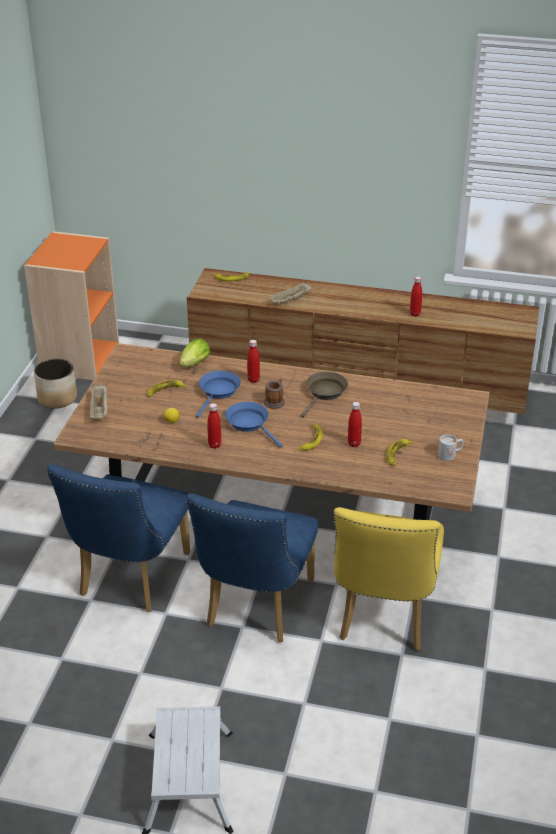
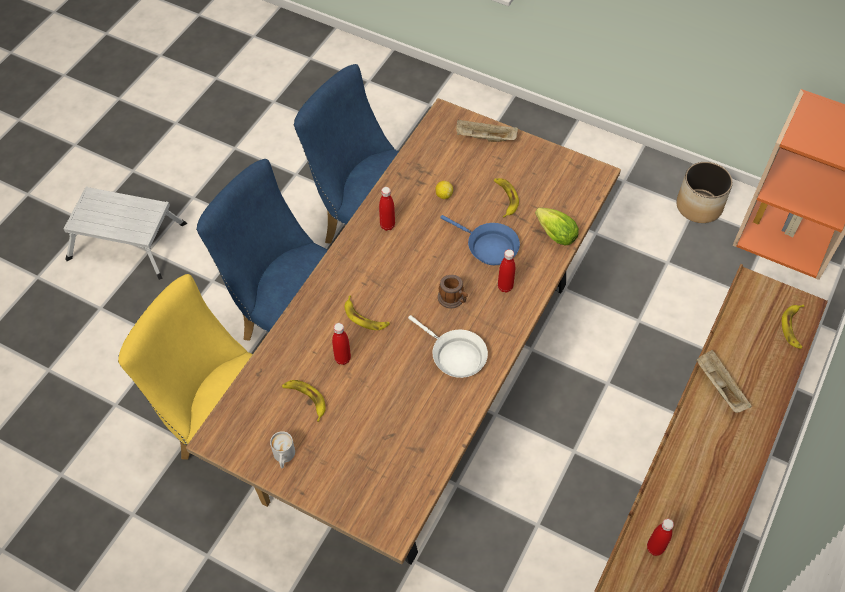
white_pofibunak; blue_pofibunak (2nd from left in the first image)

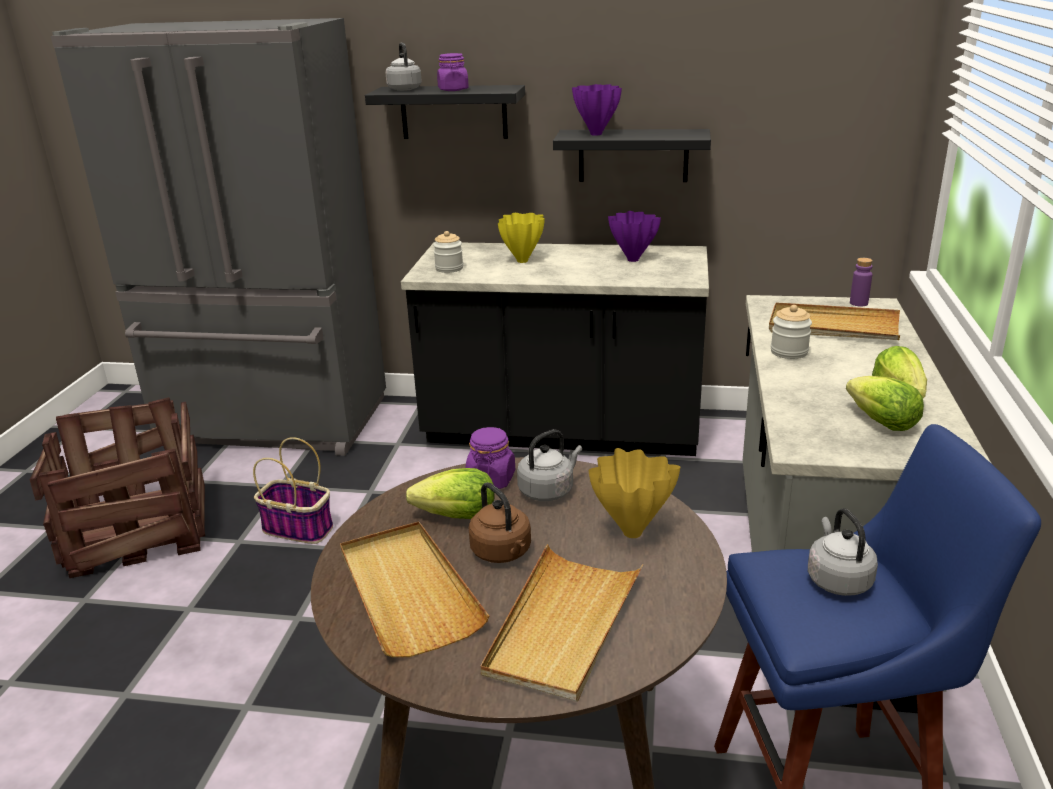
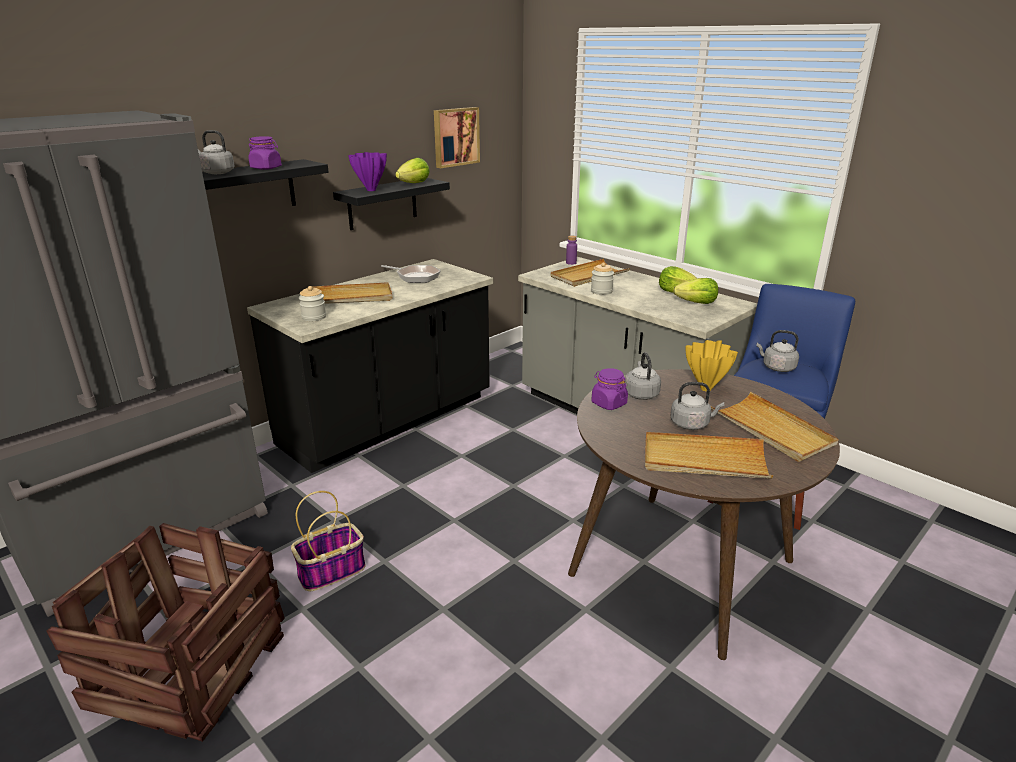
pofibunak; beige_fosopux (1st from left); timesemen (1st from left); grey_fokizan (3rd from left); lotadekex

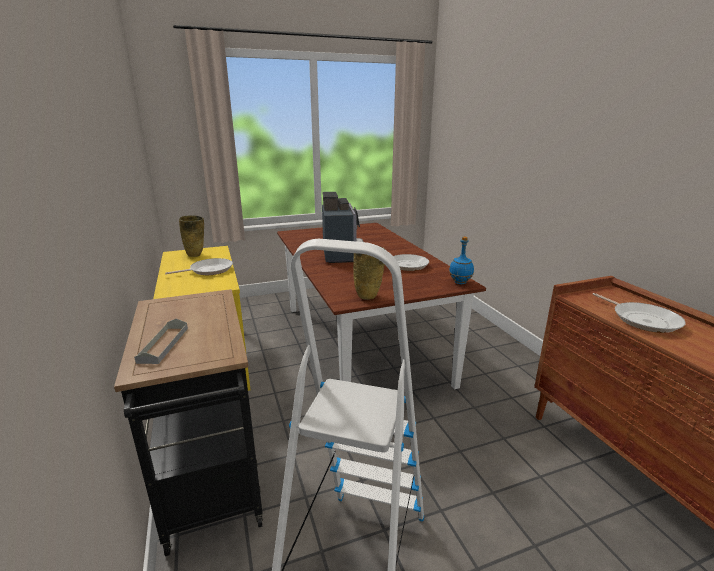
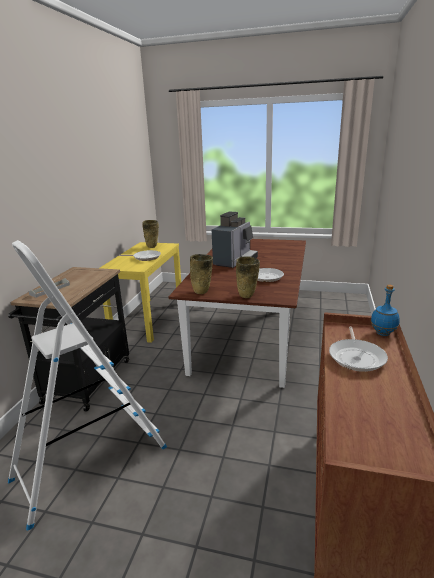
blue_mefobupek; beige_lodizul (3rd from left)

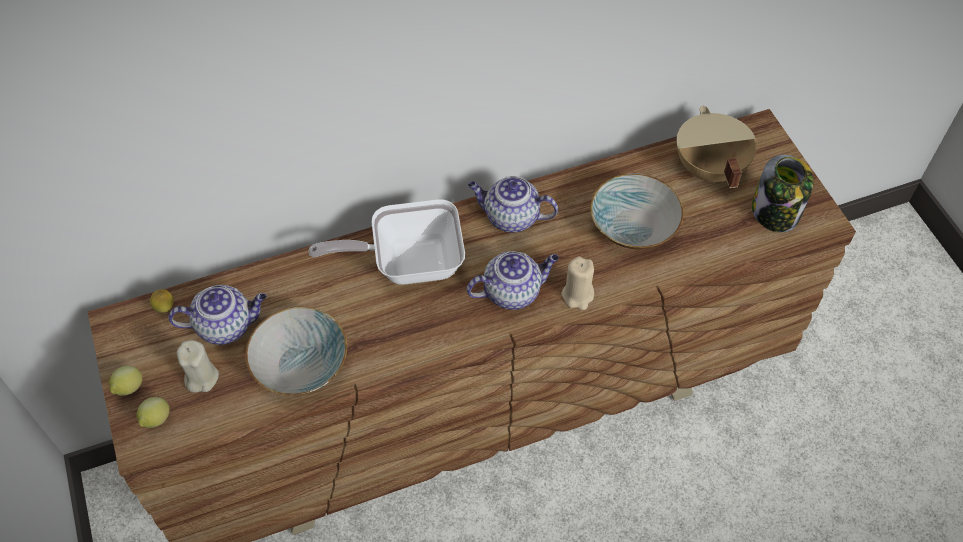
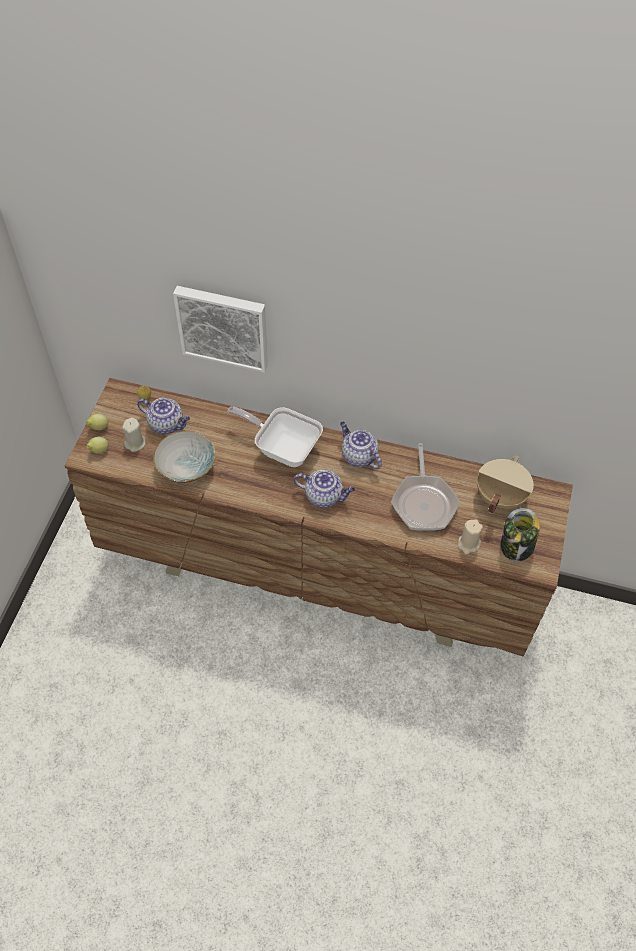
pofibunak (2nd from left); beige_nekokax (2nd from left); lotadekex

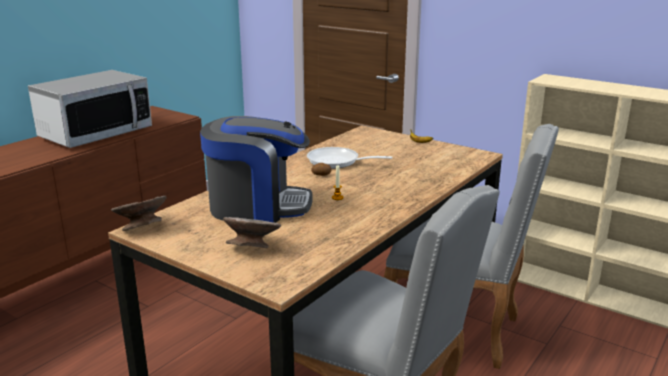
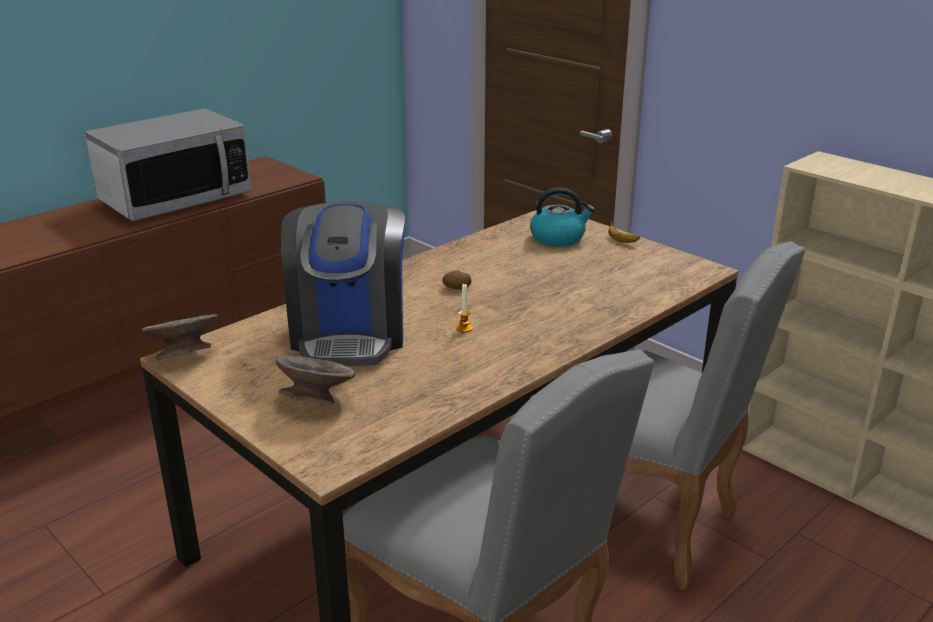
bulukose; pofibunak; fokizan

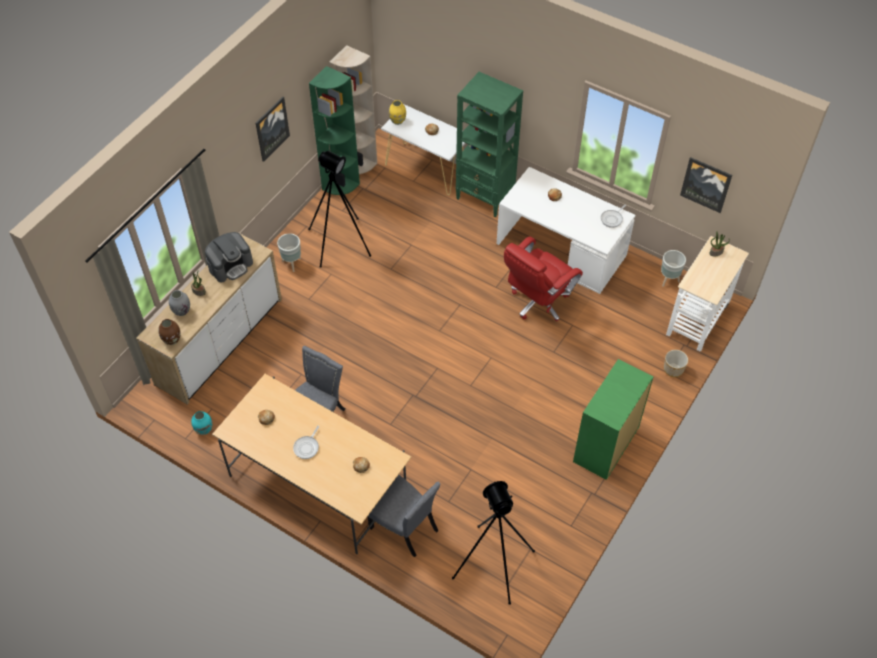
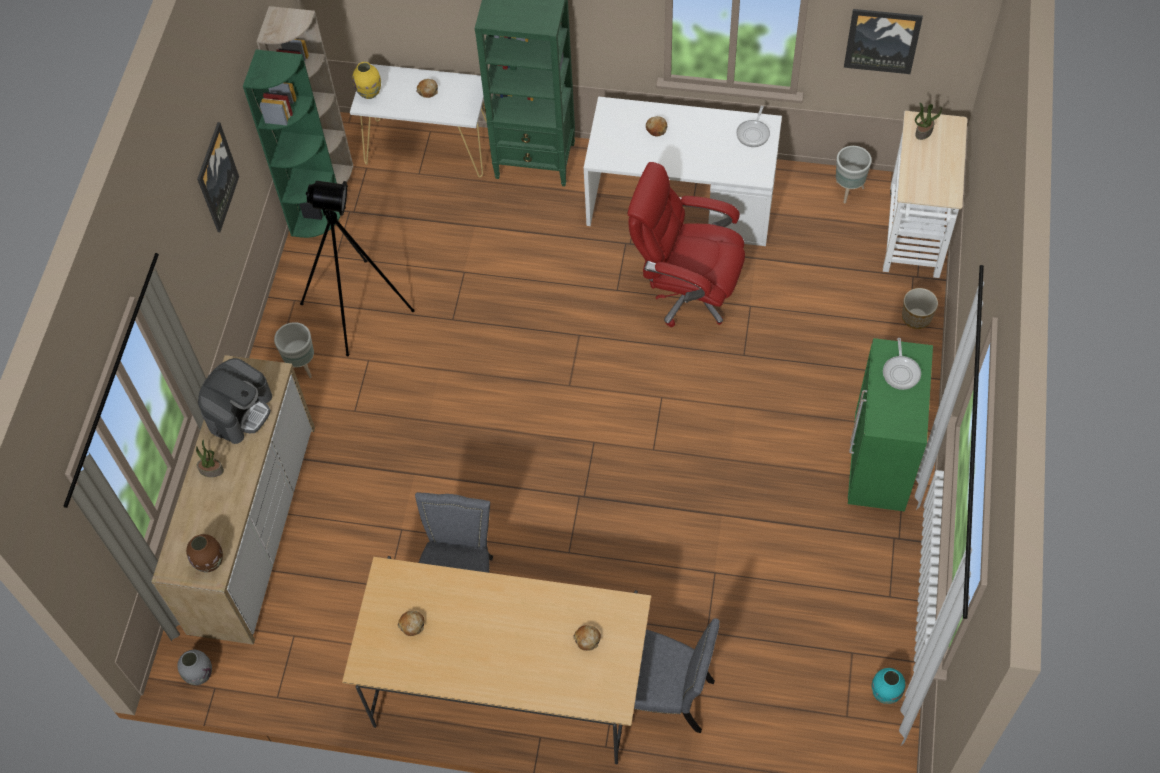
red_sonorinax; grey_lodizul; turquoise_lodizul; pofibunak (2nd from left); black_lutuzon (2nd from left in the first image)

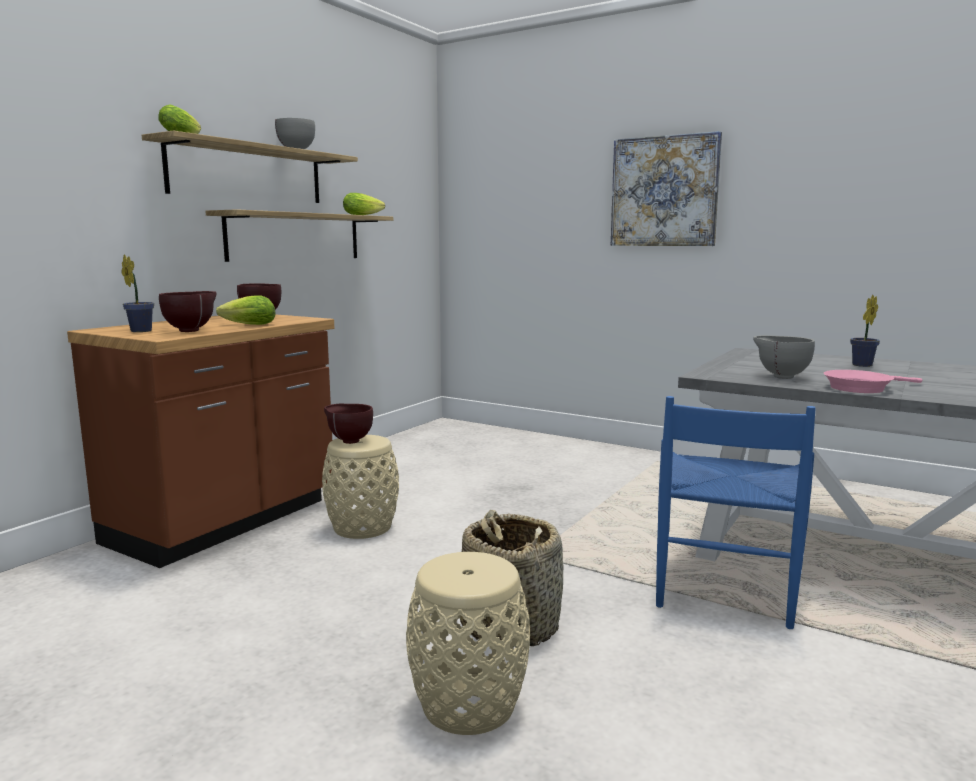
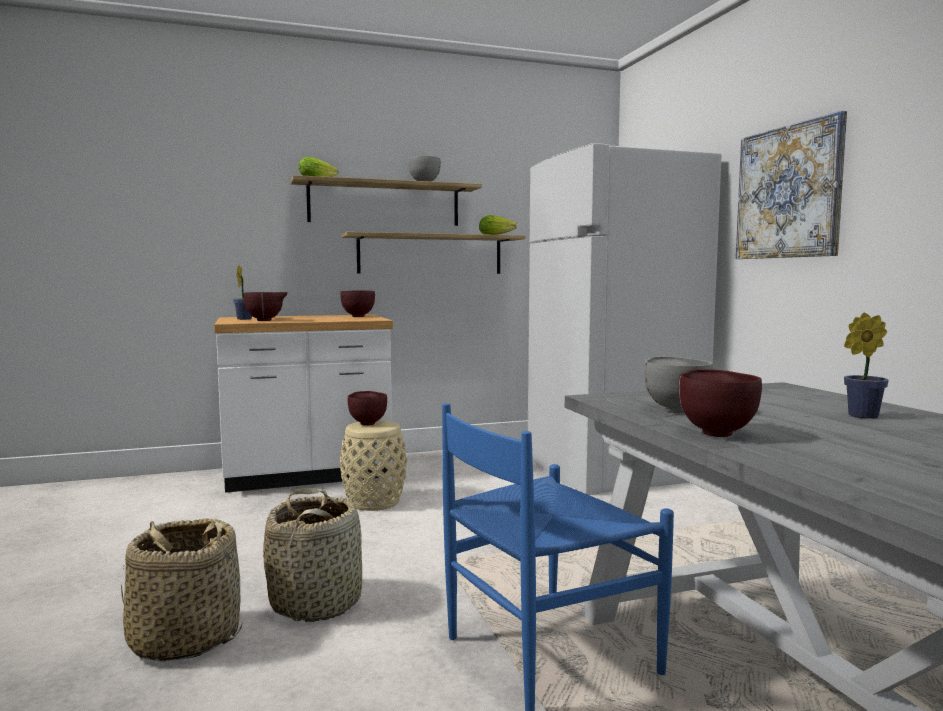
timesemen (2nd from left in the first image); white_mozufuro; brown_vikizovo (4th from left); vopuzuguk (1st from left); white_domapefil

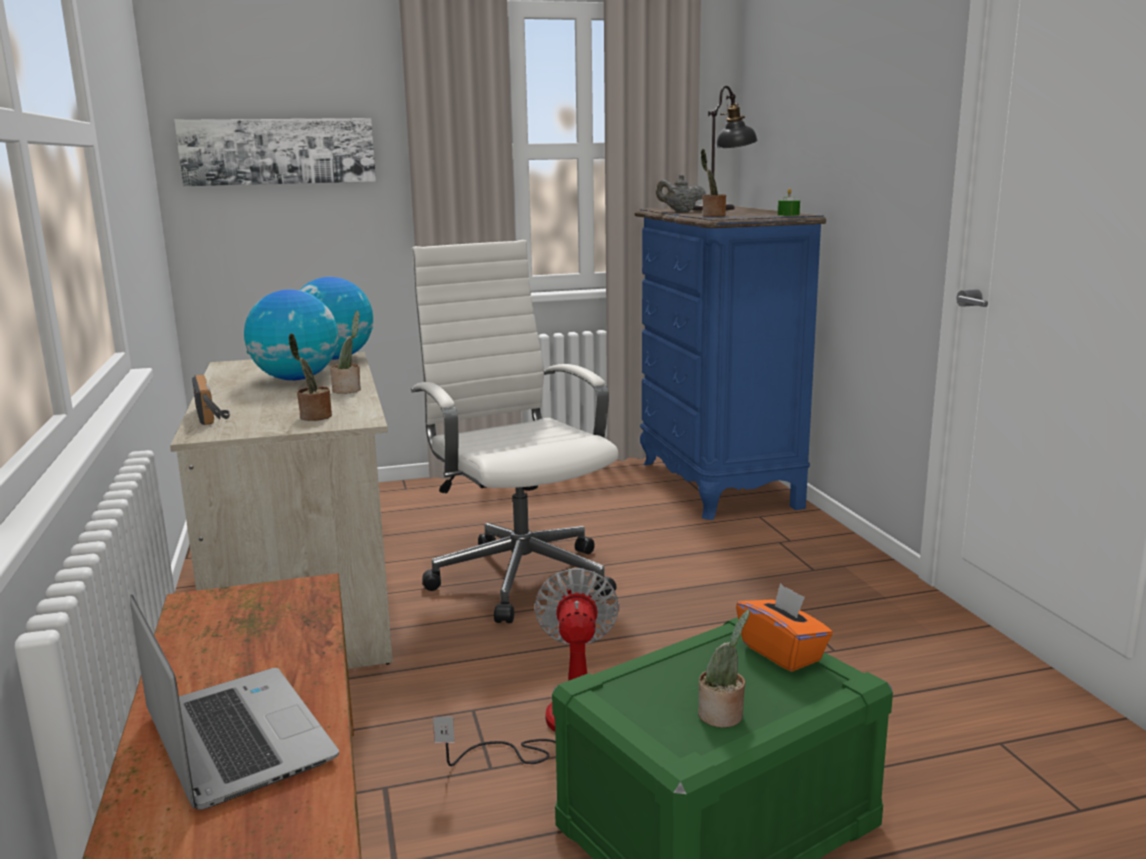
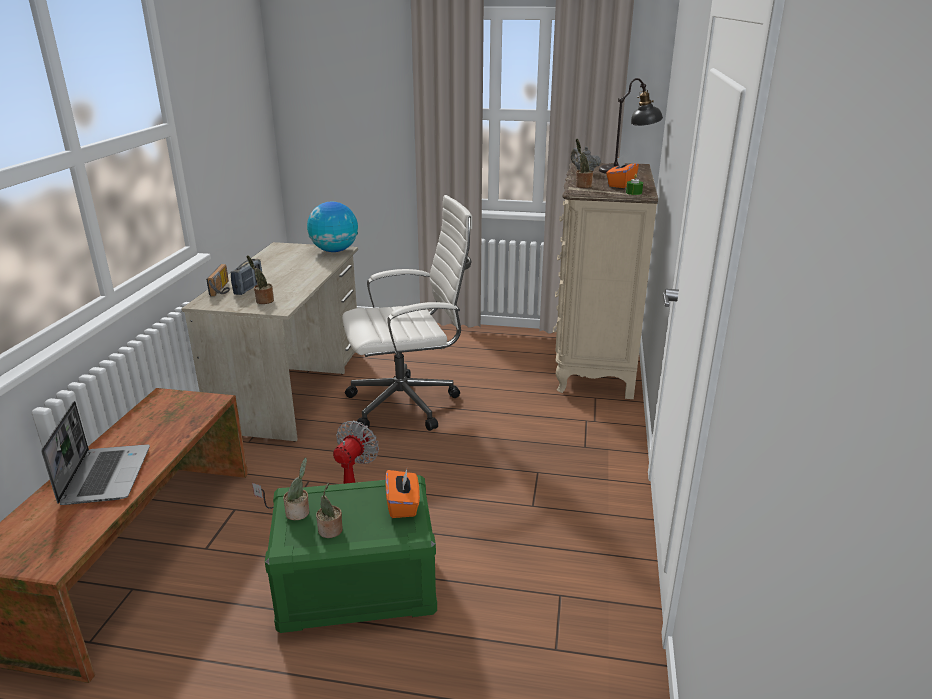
lotadekex; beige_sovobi; white_sonorinax; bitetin (1st from left in the first image); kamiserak (2nd from left); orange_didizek (2nd from left); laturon (2nd from left)

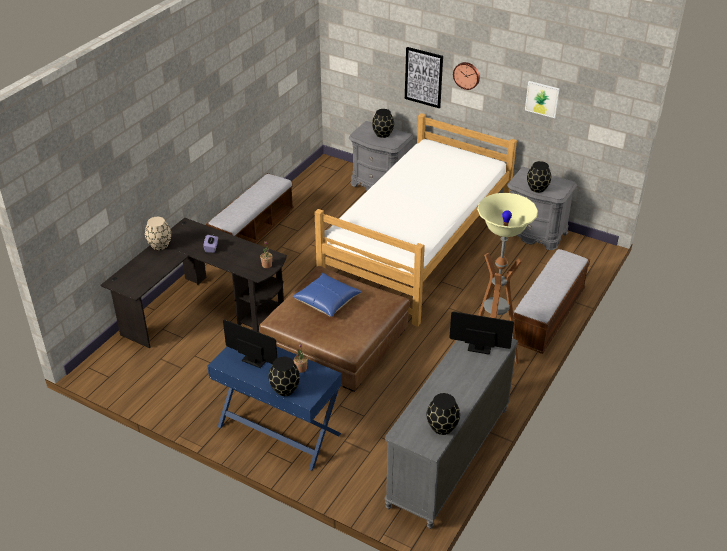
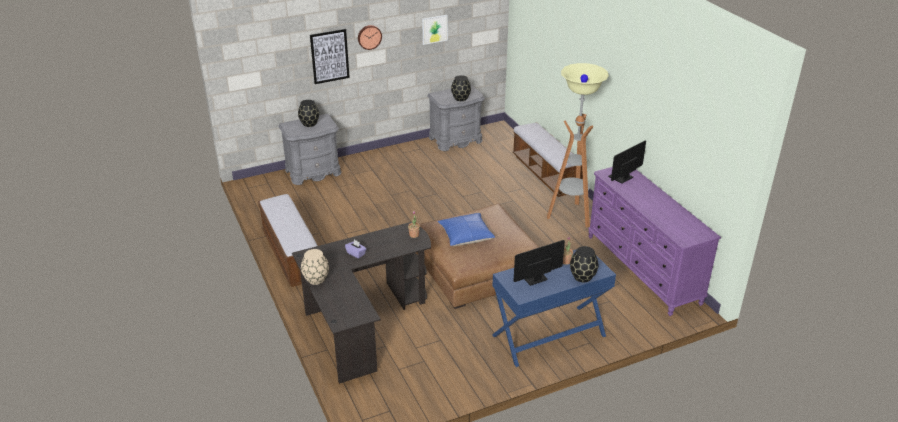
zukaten; purple_sovobi; black_lodizul (3rd from left in the first image)

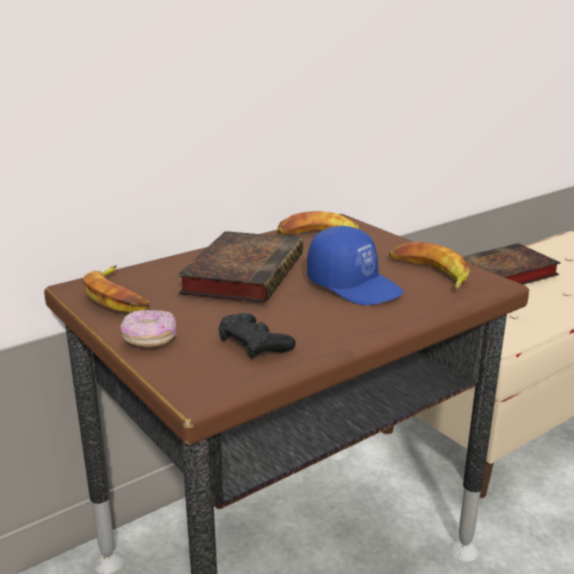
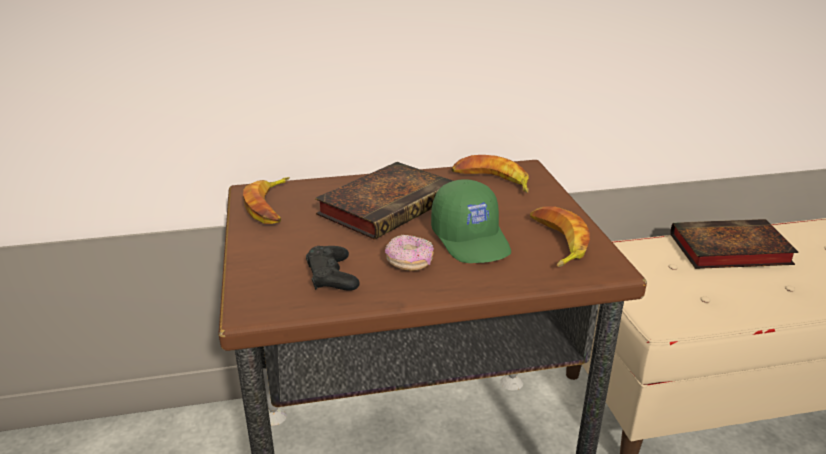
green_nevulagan; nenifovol

